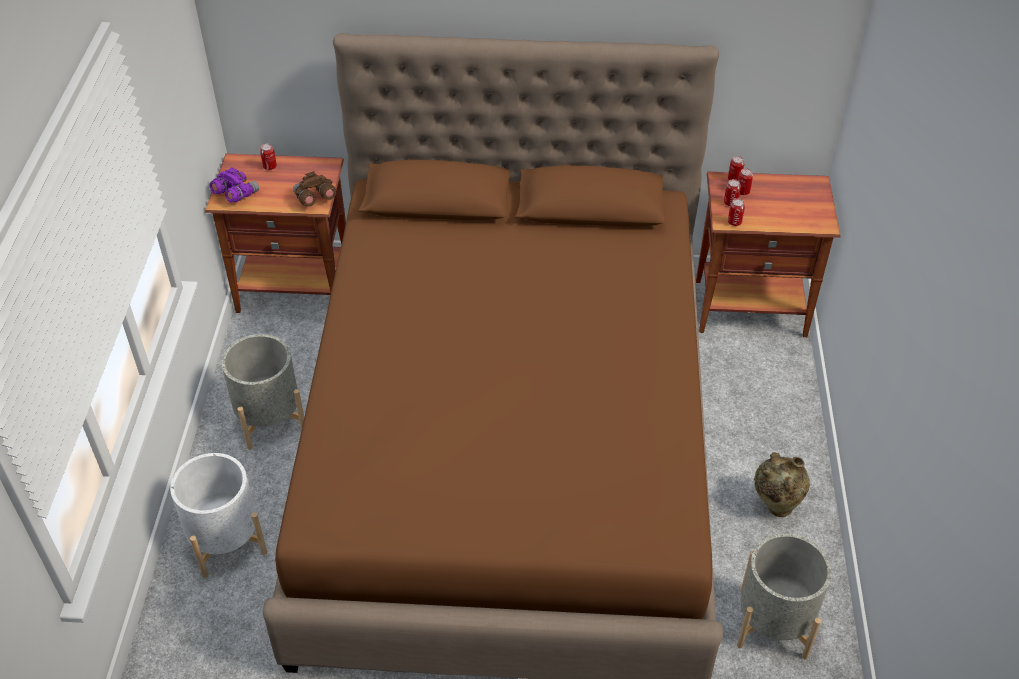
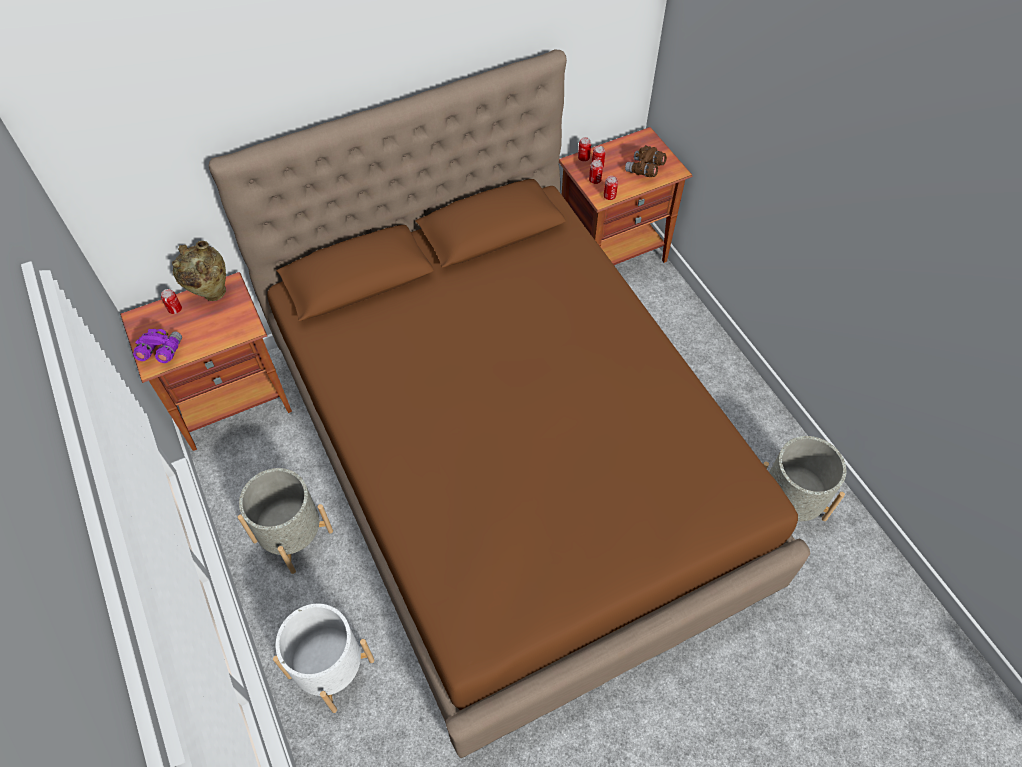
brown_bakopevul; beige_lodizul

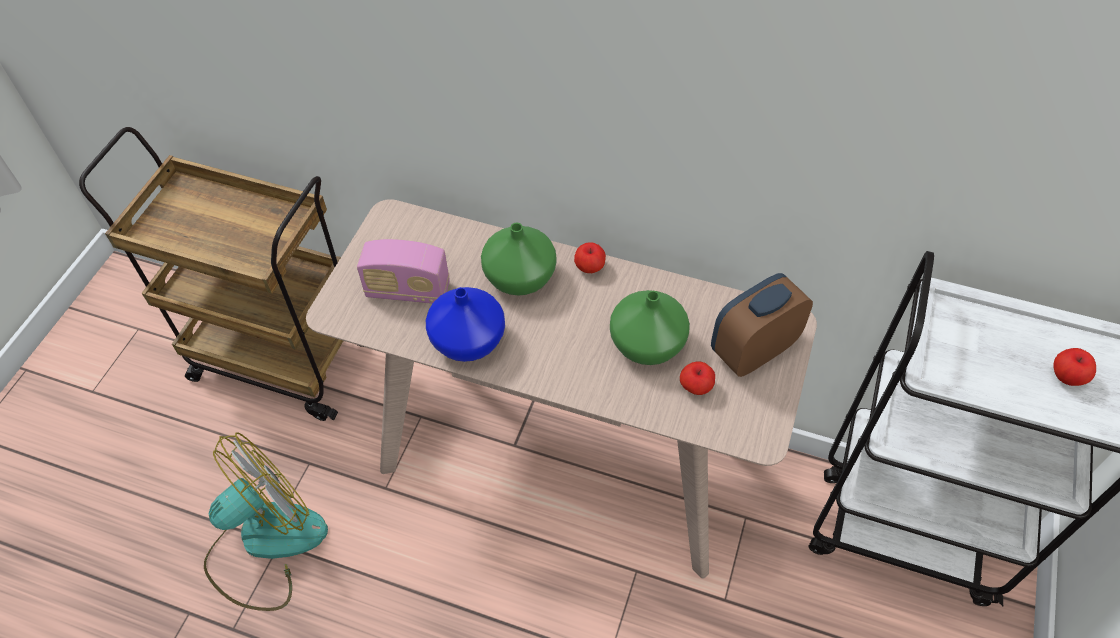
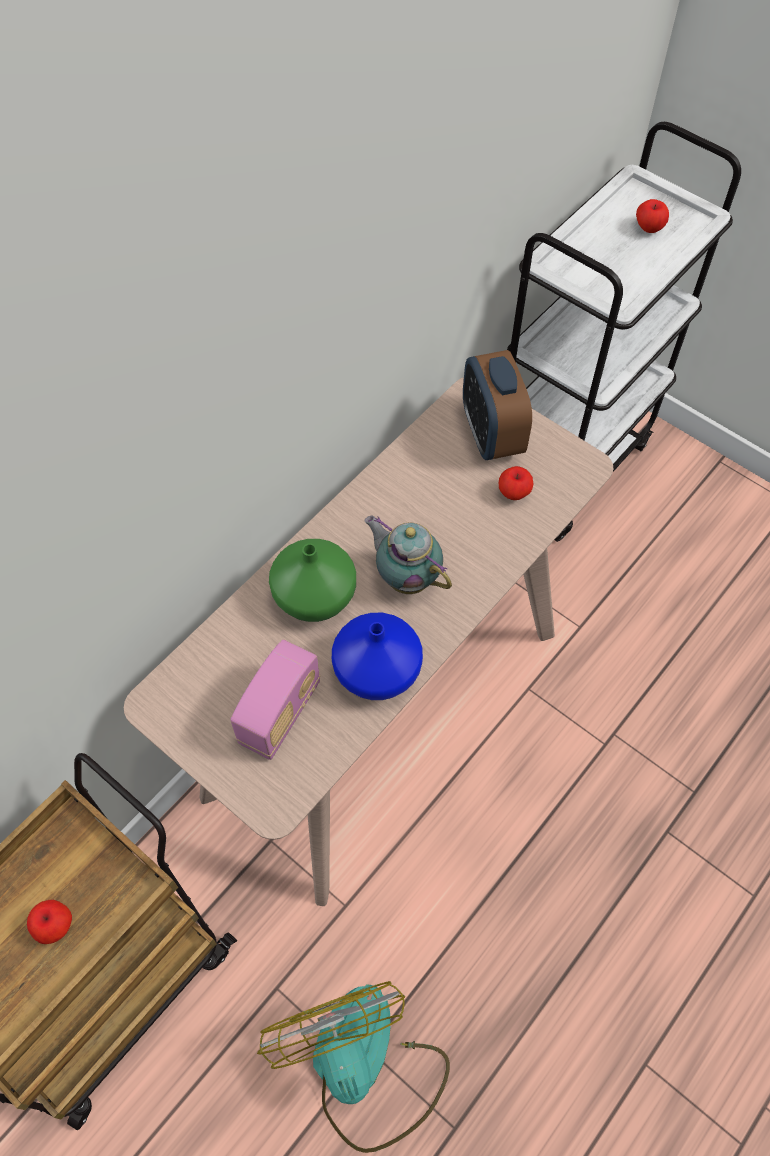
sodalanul (1st from left); green_lodizul (2nd from left in the first image); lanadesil

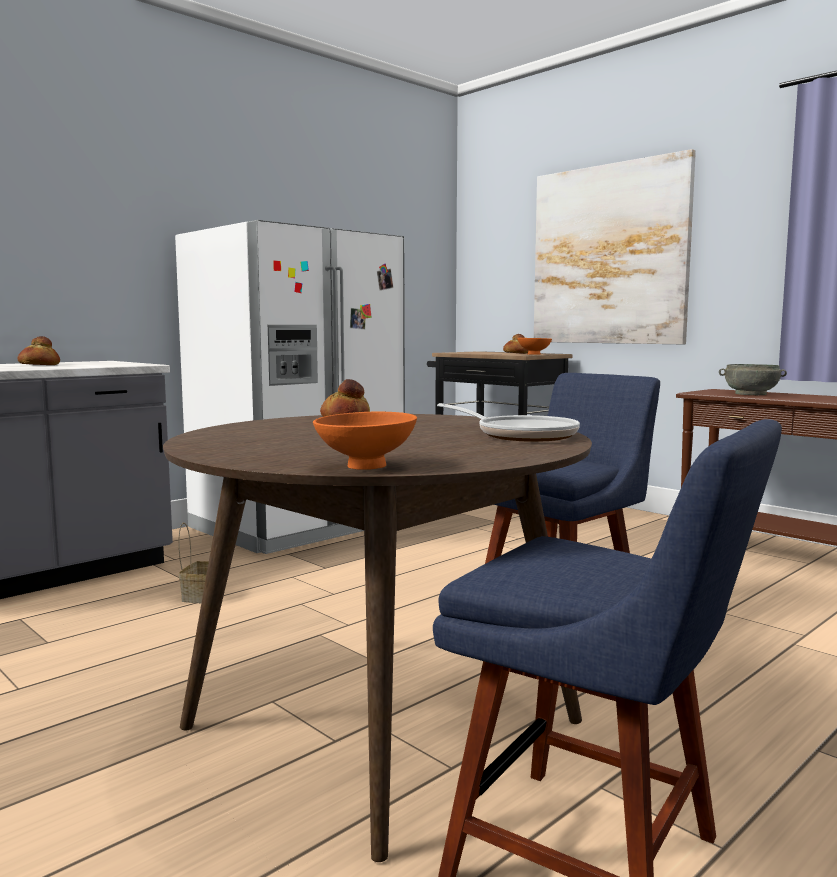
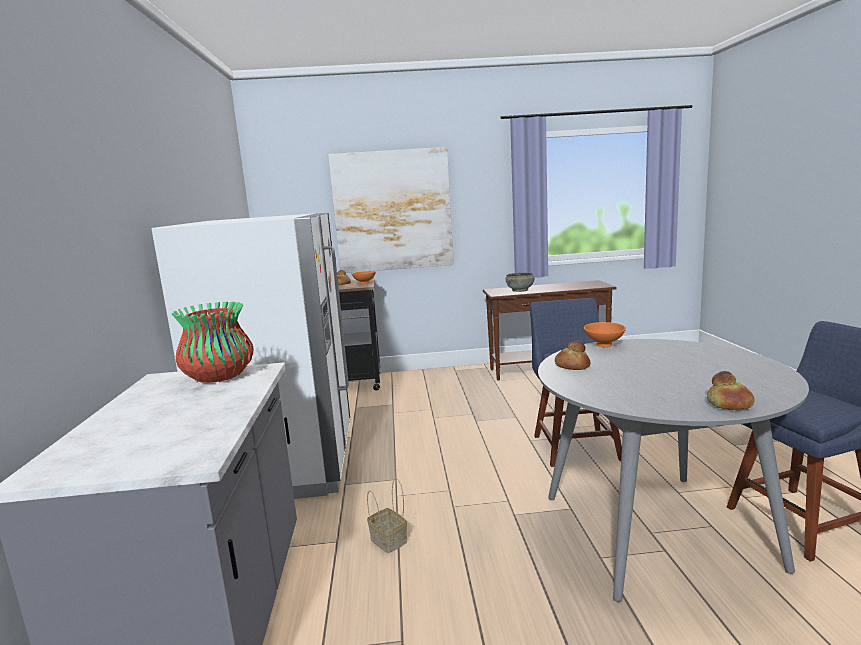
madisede (3rd from left); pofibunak; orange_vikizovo (2nd from left); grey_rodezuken; lodizul

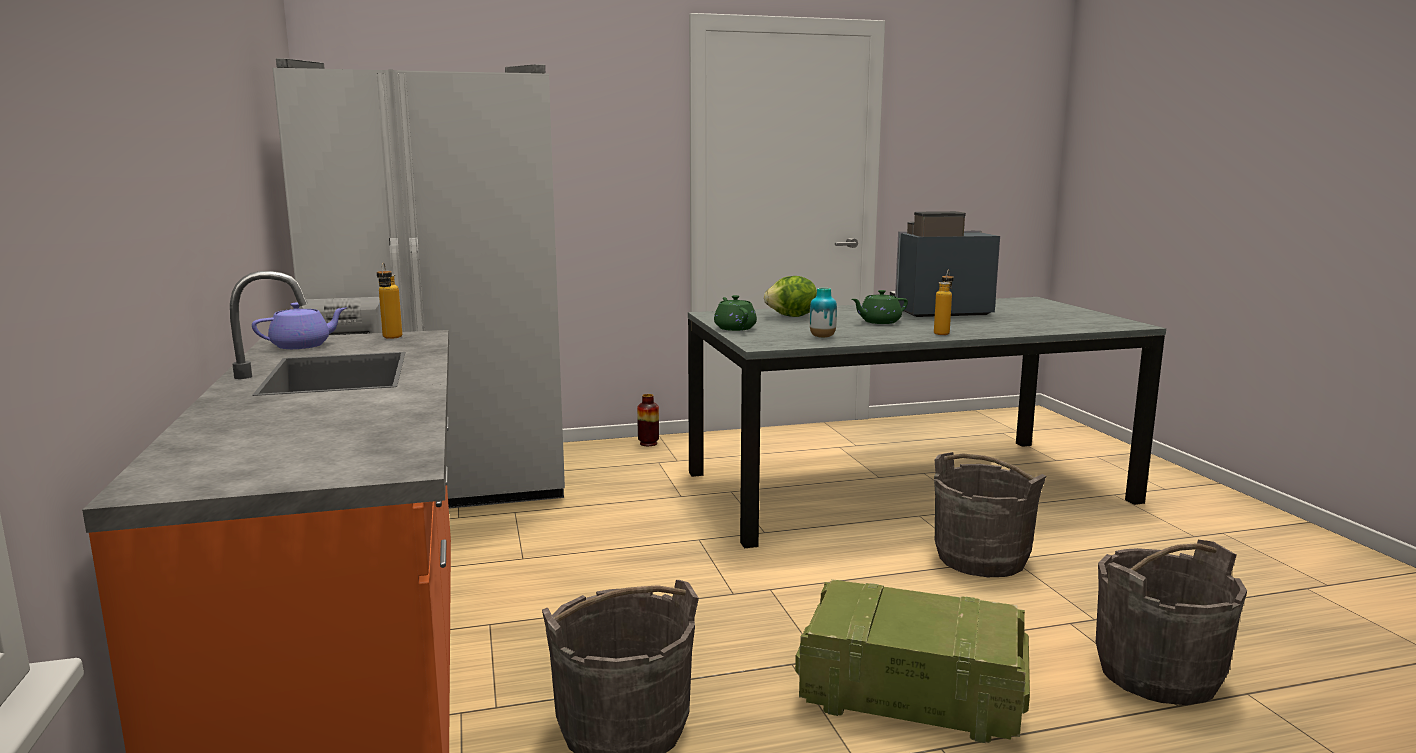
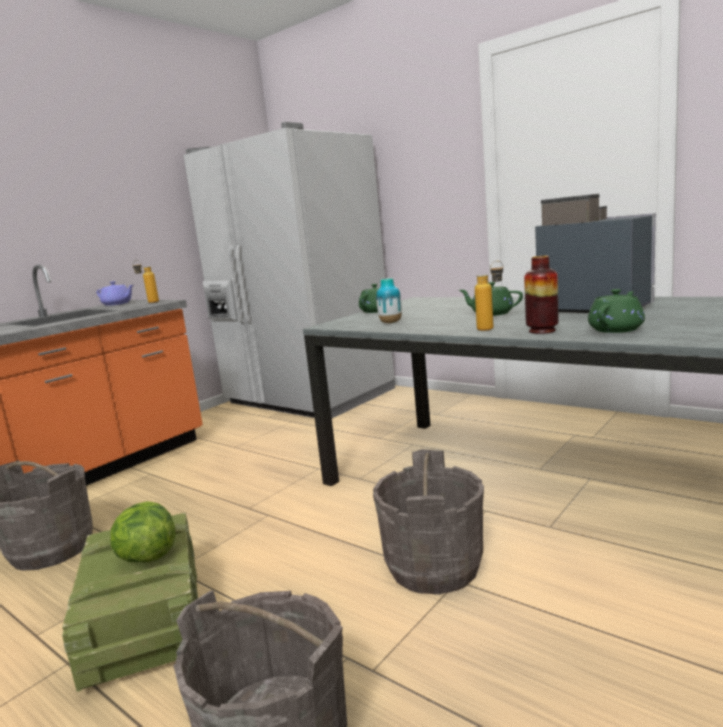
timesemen; lodizul (2nd from left); green_lanadesil (3rd from left)

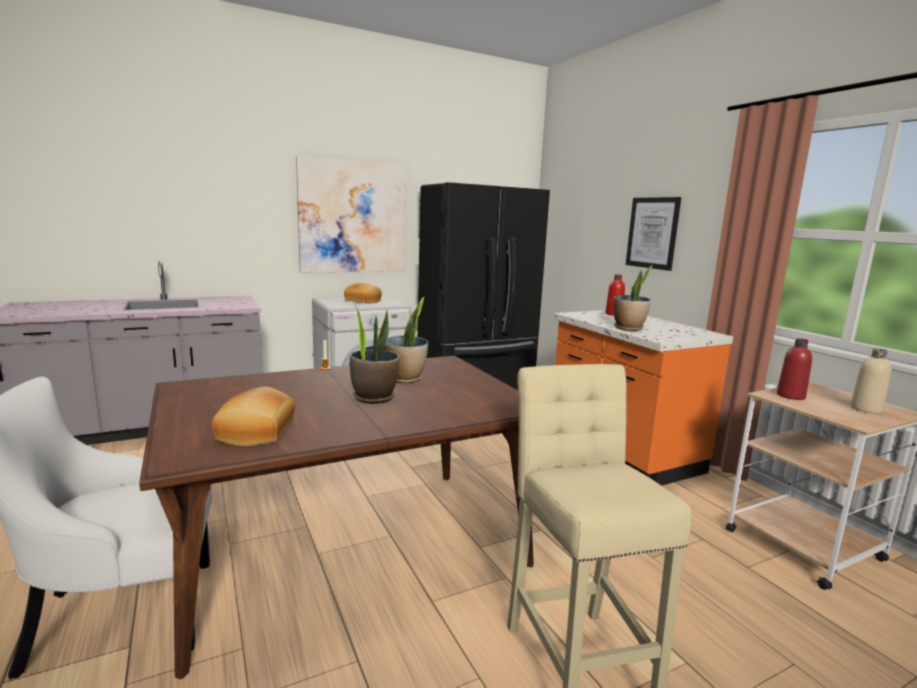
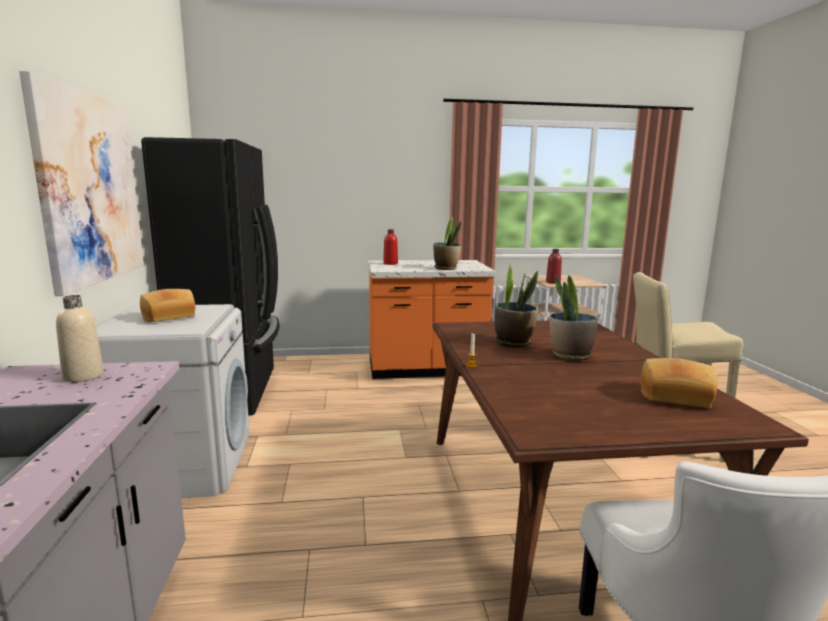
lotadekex (2nd from left in the first image); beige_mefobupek

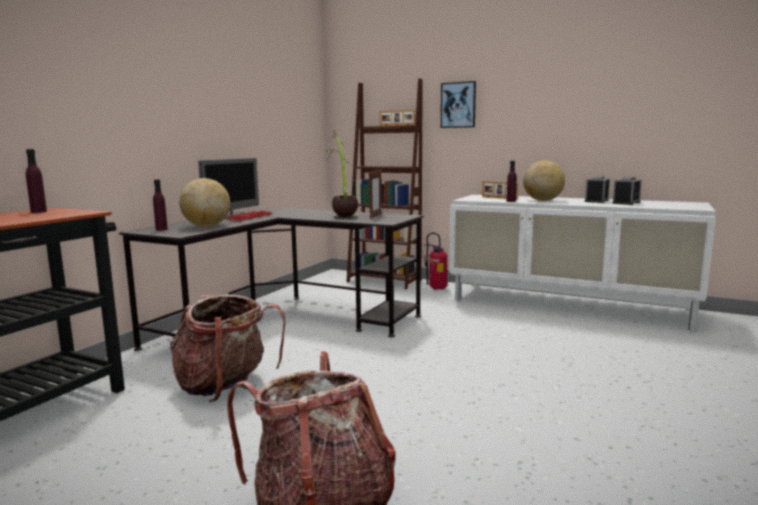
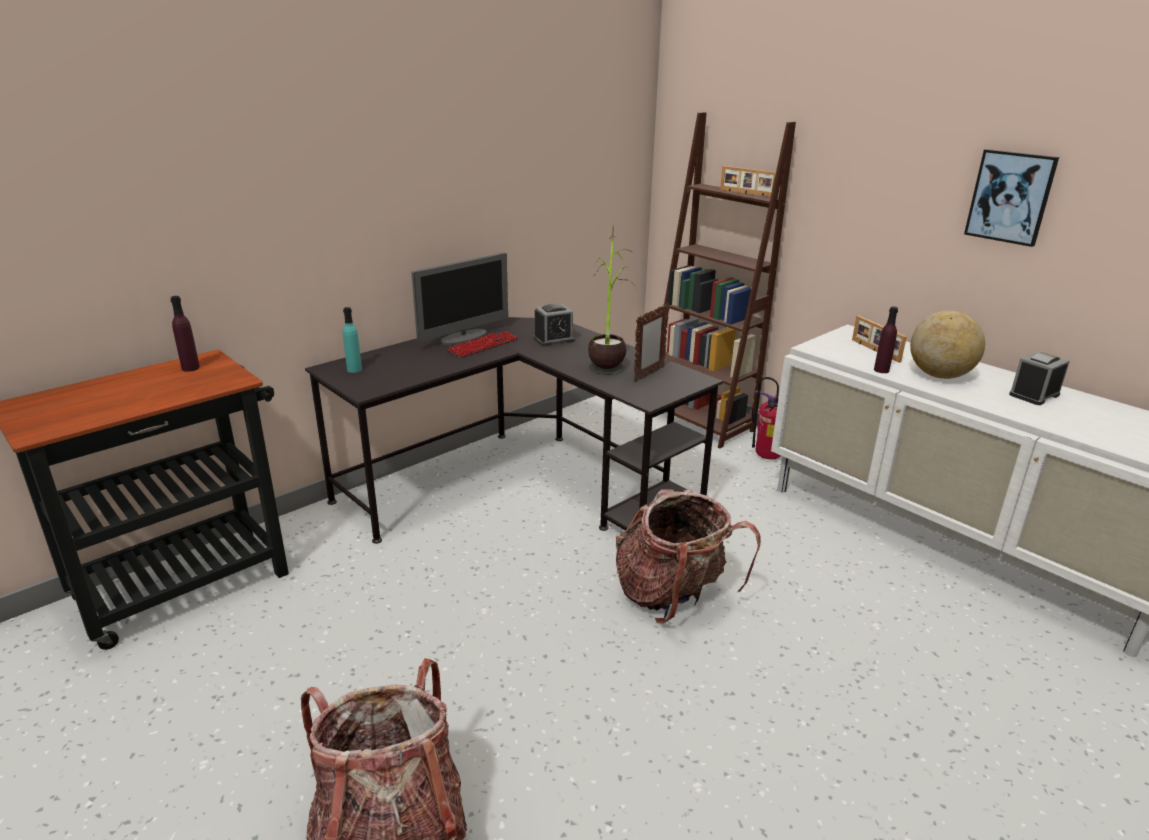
lotadekex; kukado (1st from left); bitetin (1st from left in the first image); turquoise_mefobupek; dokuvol (2nd from left)

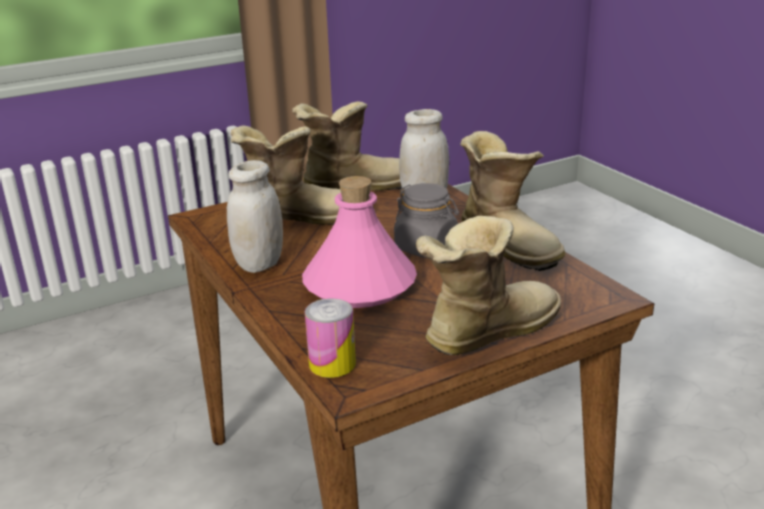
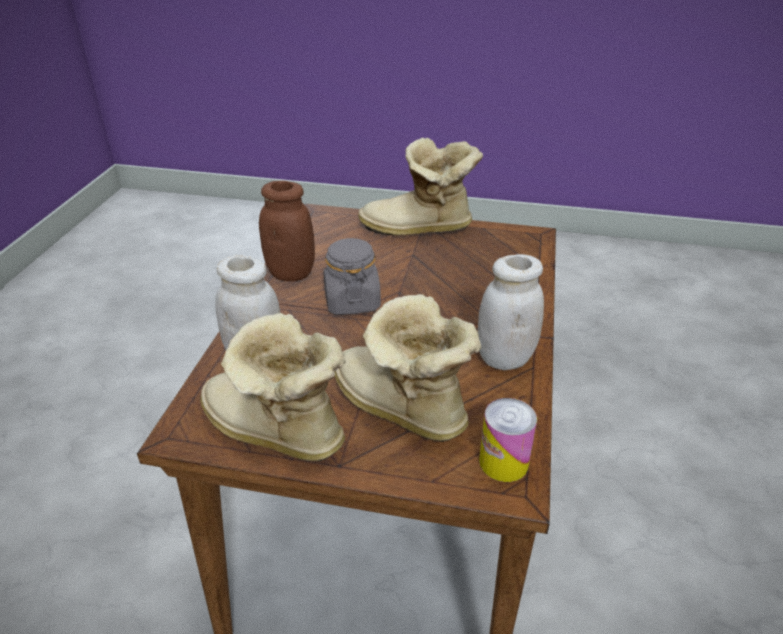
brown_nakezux; pink_mefobupek; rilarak

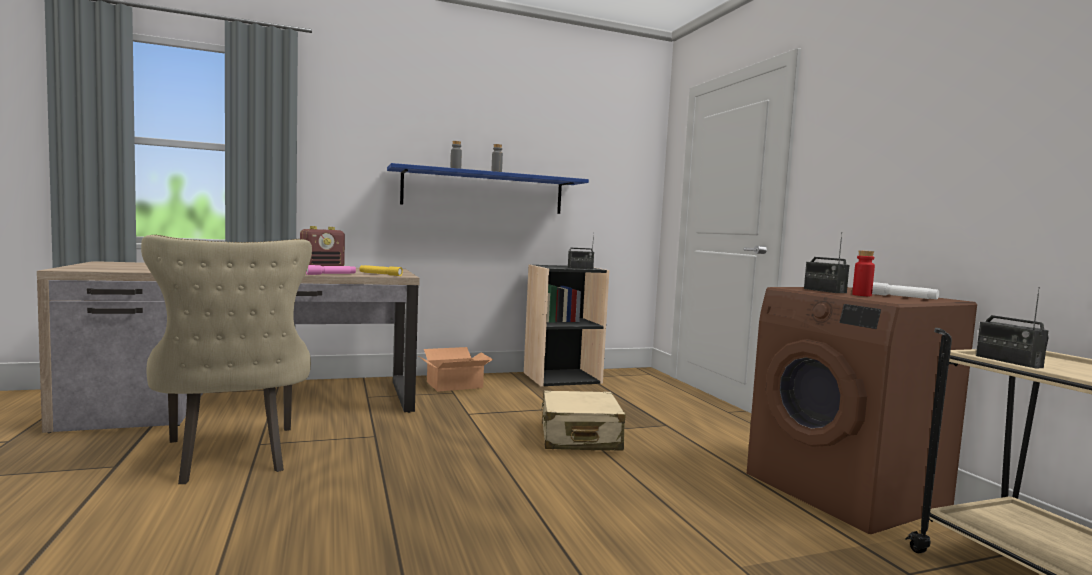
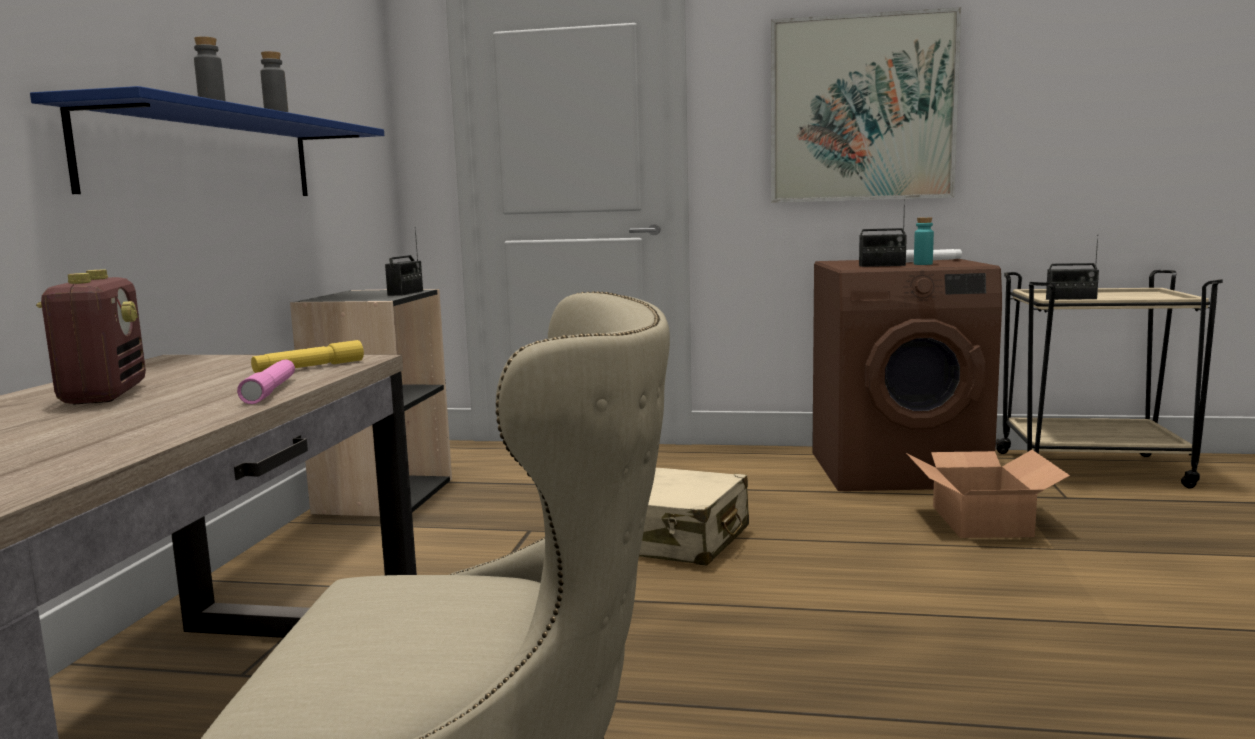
turquoise_mefobupek; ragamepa; lotadekex

